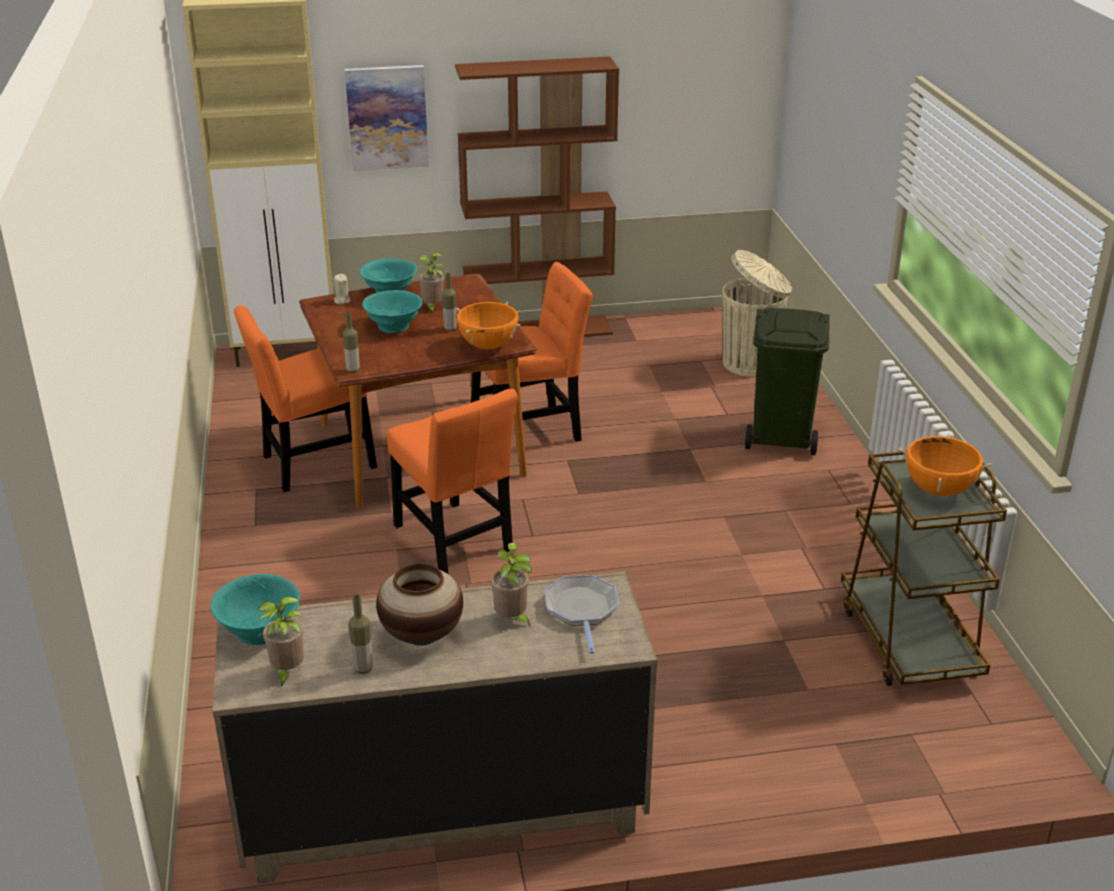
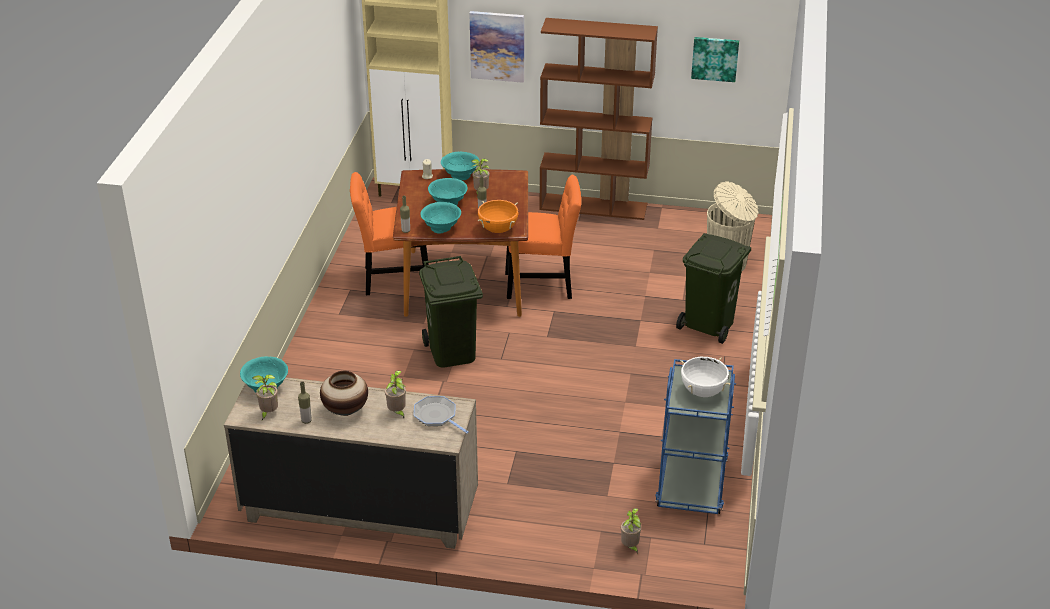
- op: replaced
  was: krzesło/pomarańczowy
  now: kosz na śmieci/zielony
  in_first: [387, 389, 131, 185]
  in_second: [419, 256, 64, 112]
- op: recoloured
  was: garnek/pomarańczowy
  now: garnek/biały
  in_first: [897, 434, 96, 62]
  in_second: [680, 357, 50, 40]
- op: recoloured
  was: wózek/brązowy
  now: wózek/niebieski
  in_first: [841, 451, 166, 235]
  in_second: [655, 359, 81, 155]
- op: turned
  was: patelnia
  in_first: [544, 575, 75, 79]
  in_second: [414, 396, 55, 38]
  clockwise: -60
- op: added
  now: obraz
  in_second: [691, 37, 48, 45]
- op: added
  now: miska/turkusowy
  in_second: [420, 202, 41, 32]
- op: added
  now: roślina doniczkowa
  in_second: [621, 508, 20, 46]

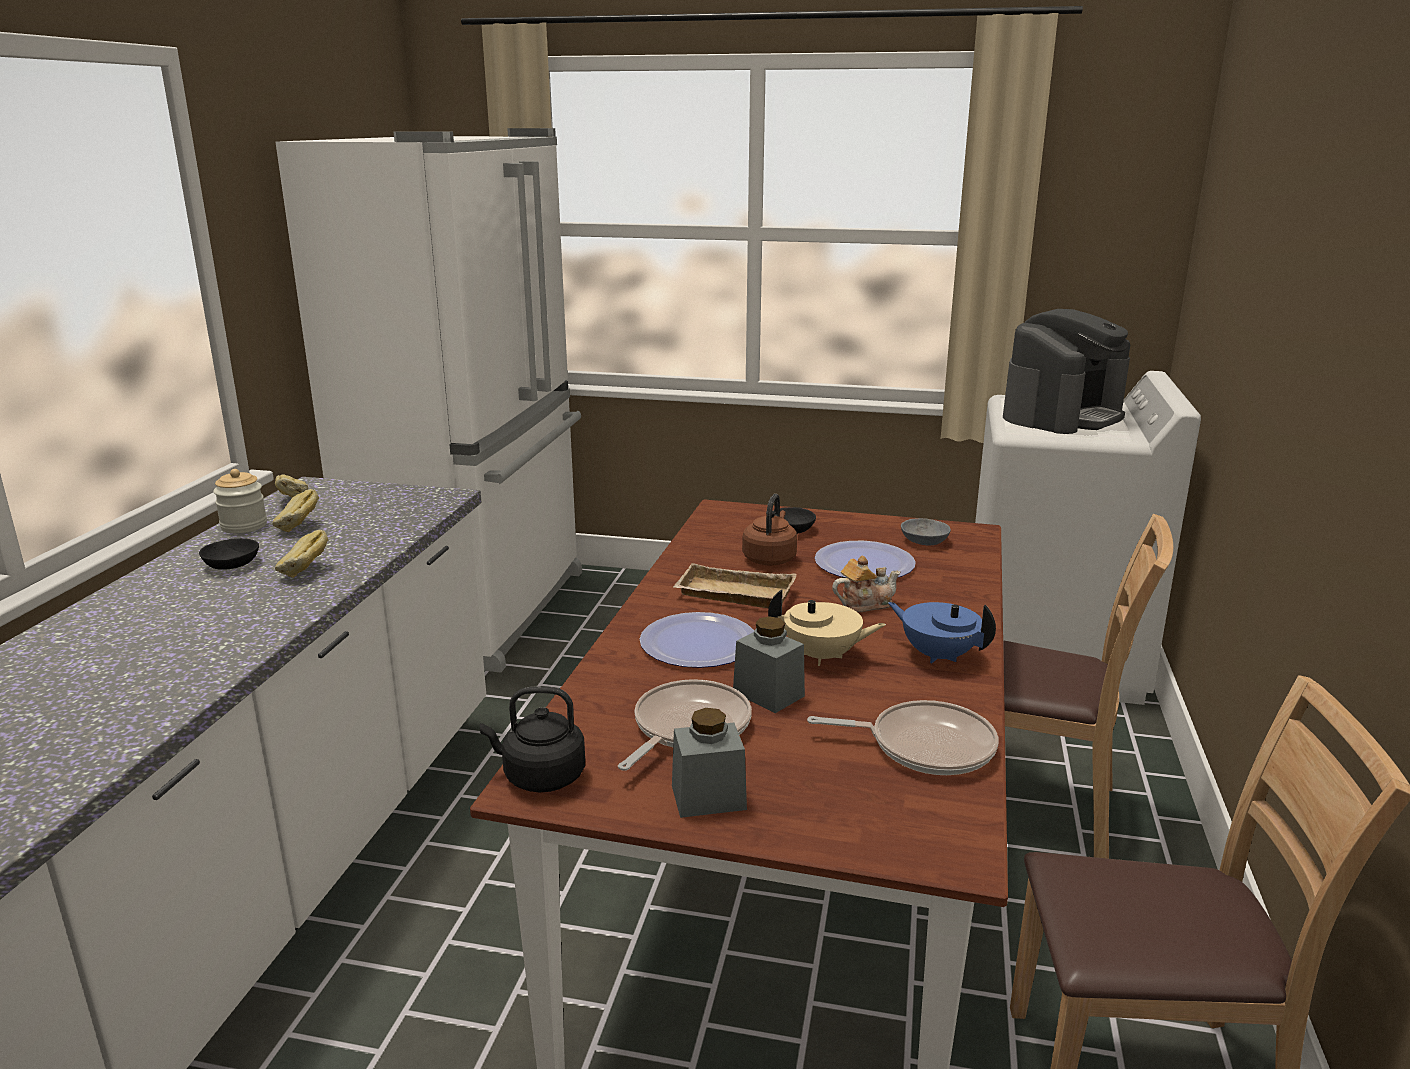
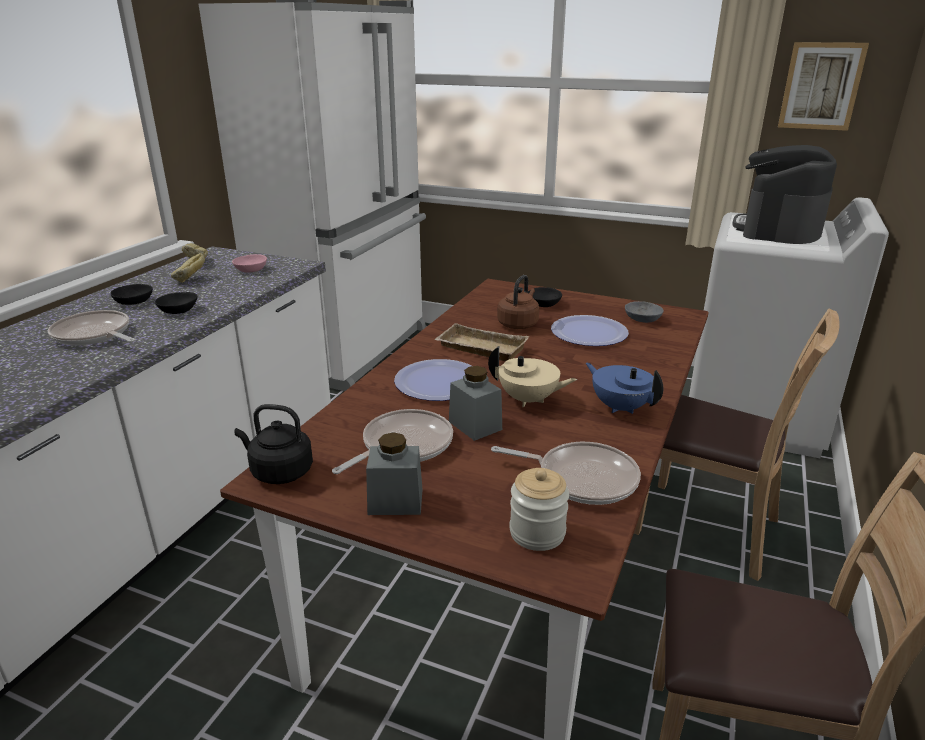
- op: turned
  was: ekspres do kawy
  in_first: [1003, 309, 127, 125]
  in_second: [732, 145, 105, 99]
  clockwise: 150
- op: moved
  was: słoik
  in_first: [213, 469, 54, 64]
  in_second: [509, 468, 60, 83]
- op: replaced
  was: chleb
  now: miska/czarny
  in_first: [275, 530, 54, 48]
  in_second: [155, 292, 43, 22]
- op: removed
  was: imbryk
  in_first: [832, 556, 69, 56]
- op: added
  now: obraz
  in_second: [778, 42, 91, 89]
- op: added
  now: miska/różowy
  in_second: [232, 254, 35, 19]
- op: added
  now: patelnia
  in_second: [48, 310, 88, 36]

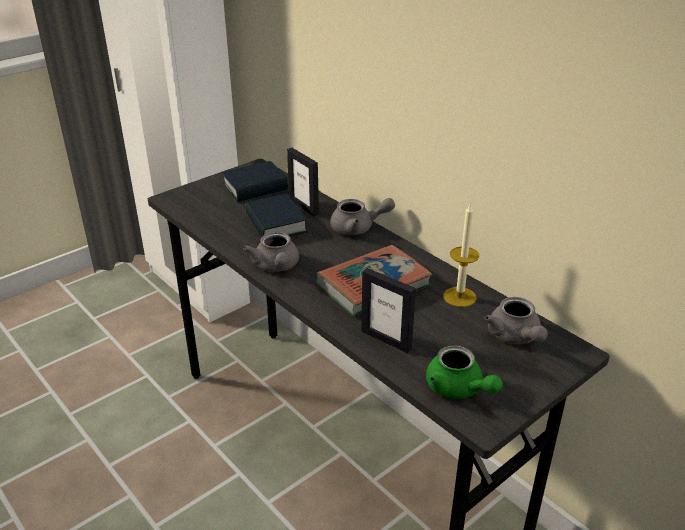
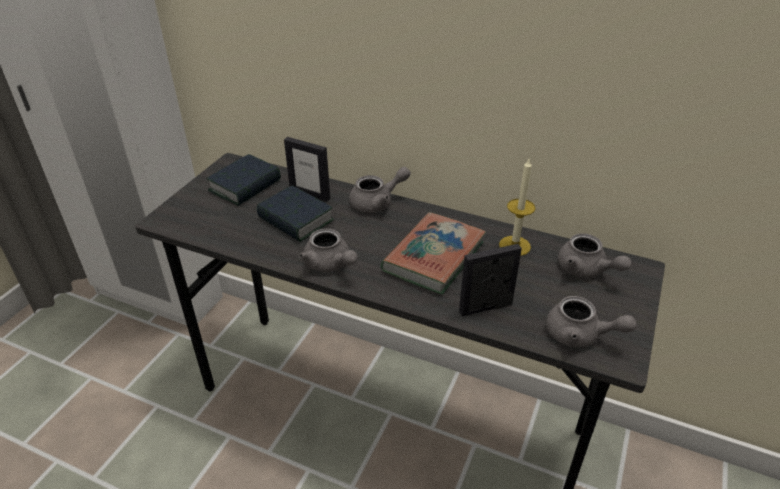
- op: turned
  was: ramka na zdjęcie
  in_first: [361, 268, 55, 85]
  in_second: [459, 244, 63, 72]
  clockwise: 150
- op: recoloured
  was: imbryk/zielony
  now: imbryk/szary
  in_first: [426, 345, 77, 54]
  in_second: [546, 296, 90, 51]

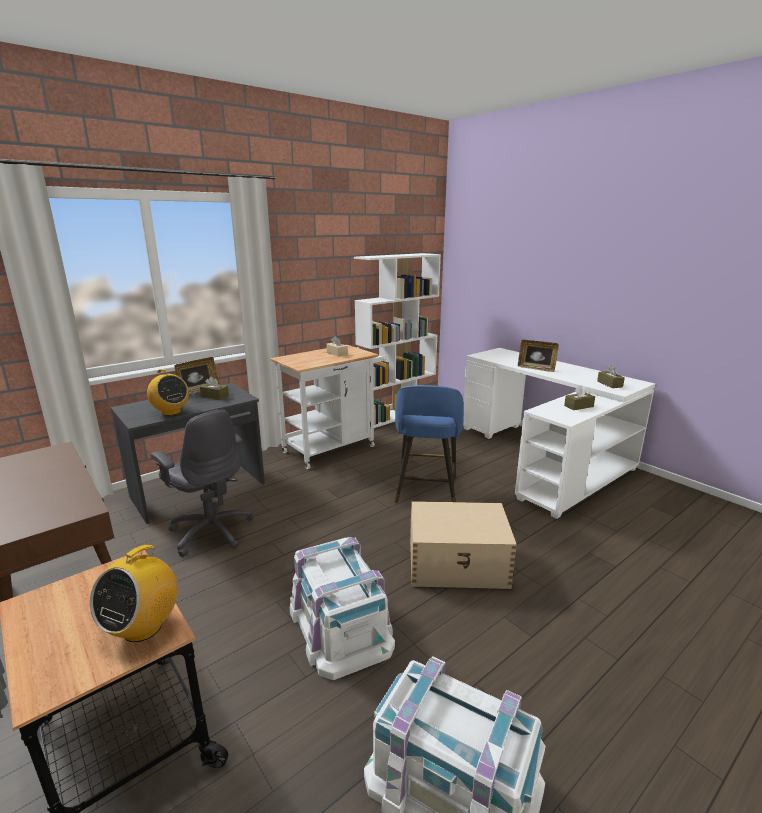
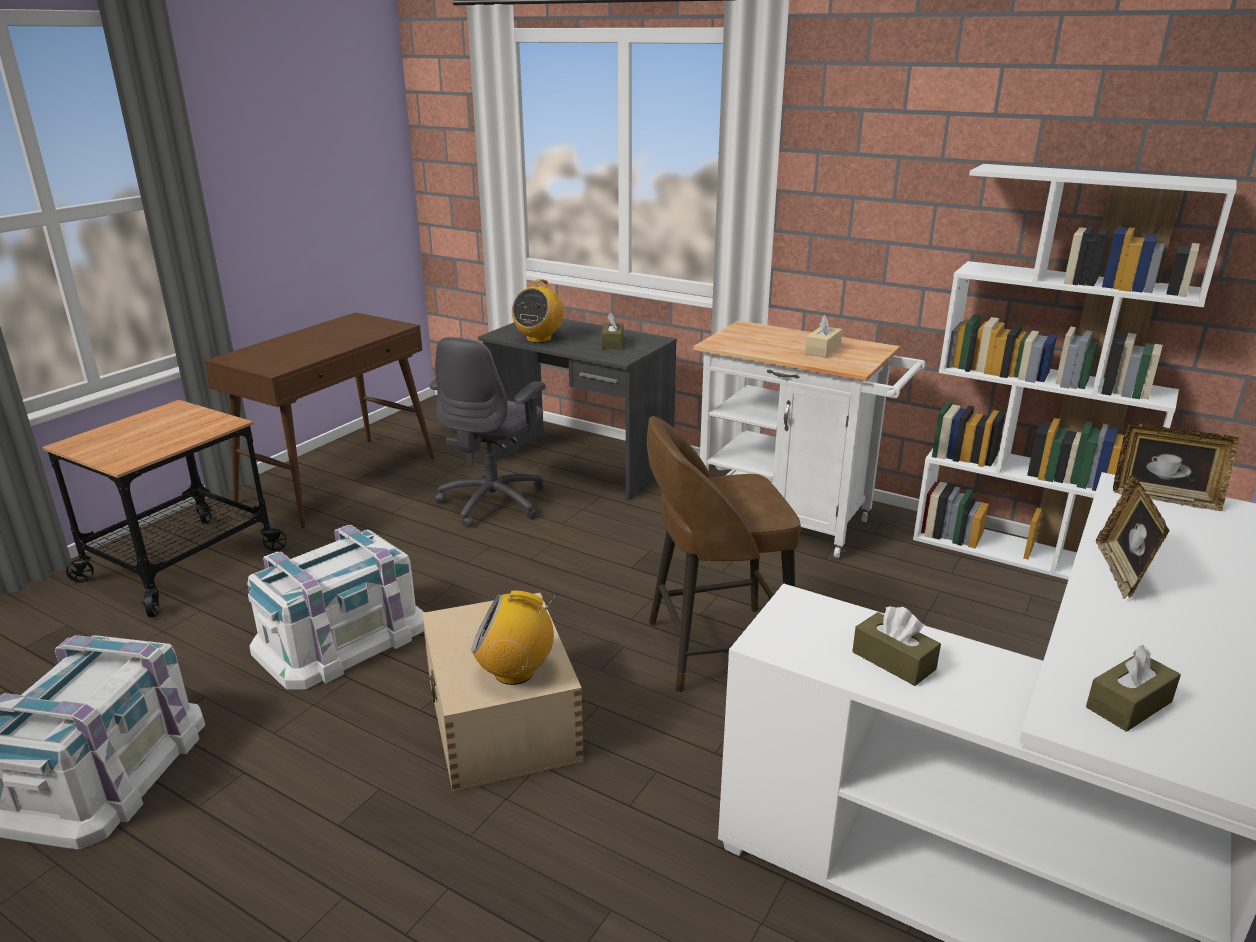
- op: moved
  was: ramka na zdjęcie
  in_first: [174, 357, 46, 37]
  in_second: [1113, 423, 126, 88]
- op: recoloured
  was: stołek/niebieski
  now: stołek/brązowy
  in_first: [395, 385, 69, 118]
  in_second: [647, 416, 154, 277]
- op: moved
  was: radio
  in_first: [90, 541, 88, 101]
  in_second: [471, 591, 86, 94]

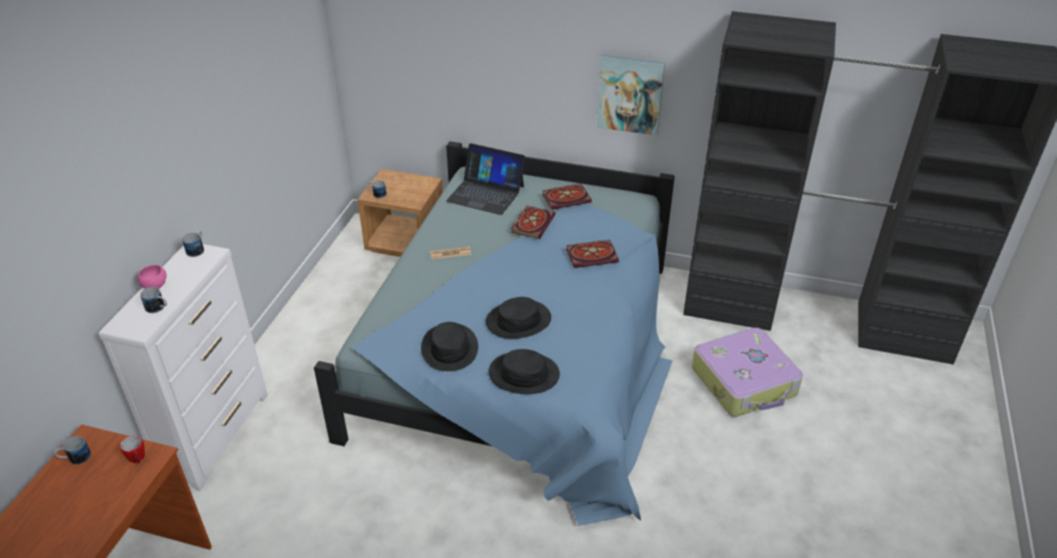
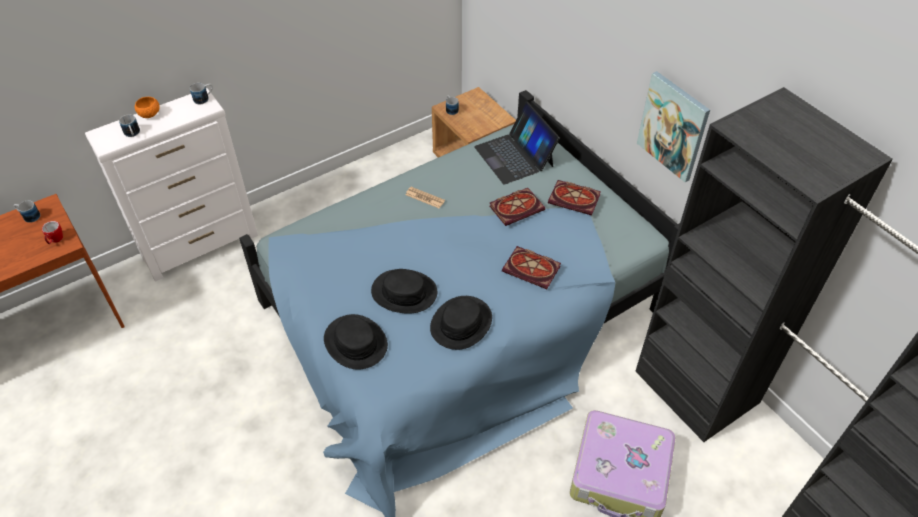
- op: recoloured
  was: miska/różowy
  now: miska/pomarańczowy
  in_first: [138, 265, 29, 24]
  in_second: [135, 97, 25, 21]
- op: moved
  was: kapelusz/czarny
  in_first: [421, 322, 57, 49]
  in_second: [430, 296, 62, 54]

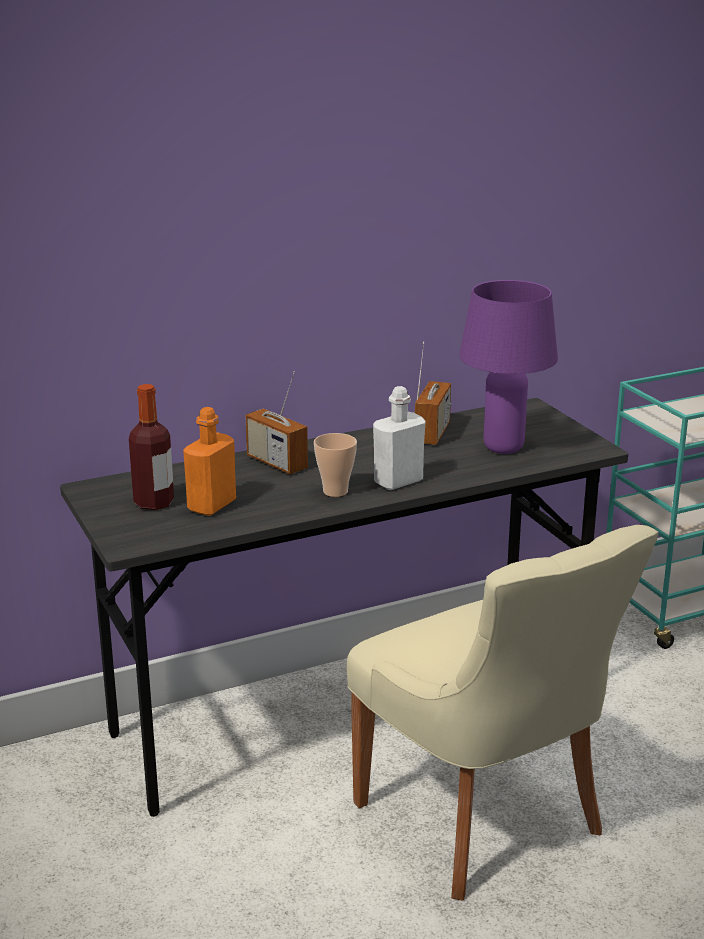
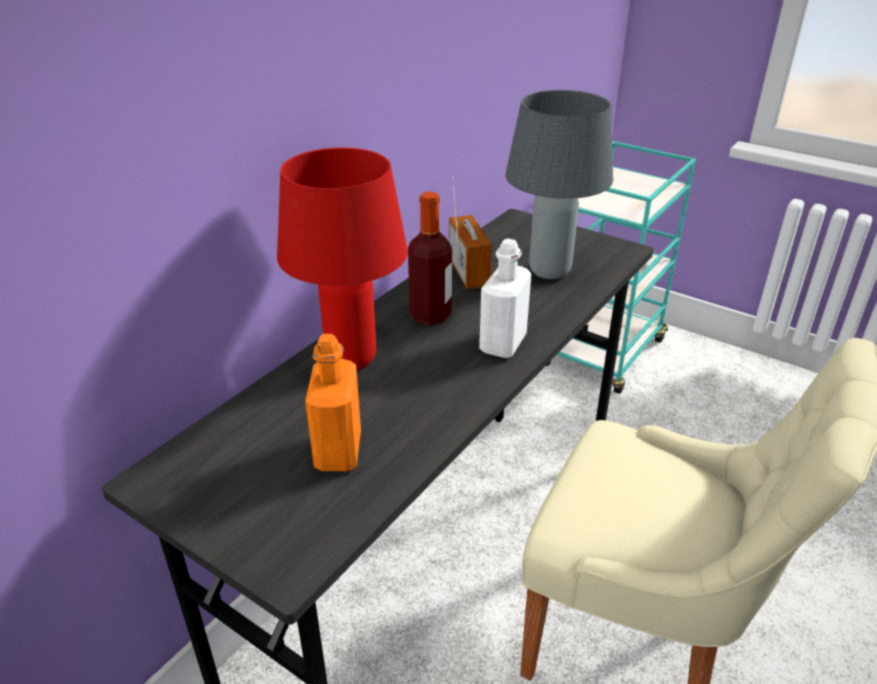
- op: recoloured
  was: lampa stołowa/fioletowy
  now: lampa stołowa/szary
  in_first: [459, 280, 99, 174]
  in_second: [505, 90, 108, 189]
- op: replaced
  was: radio
  now: lampa stołowa/czerwony
  in_first: [245, 371, 63, 103]
  in_second: [277, 148, 131, 222]
- op: moved
  was: butelka
  in_first: [129, 384, 45, 126]
  in_second: [408, 191, 44, 134]
- op: removed
  was: filiżanka
  in_first: [314, 433, 43, 64]

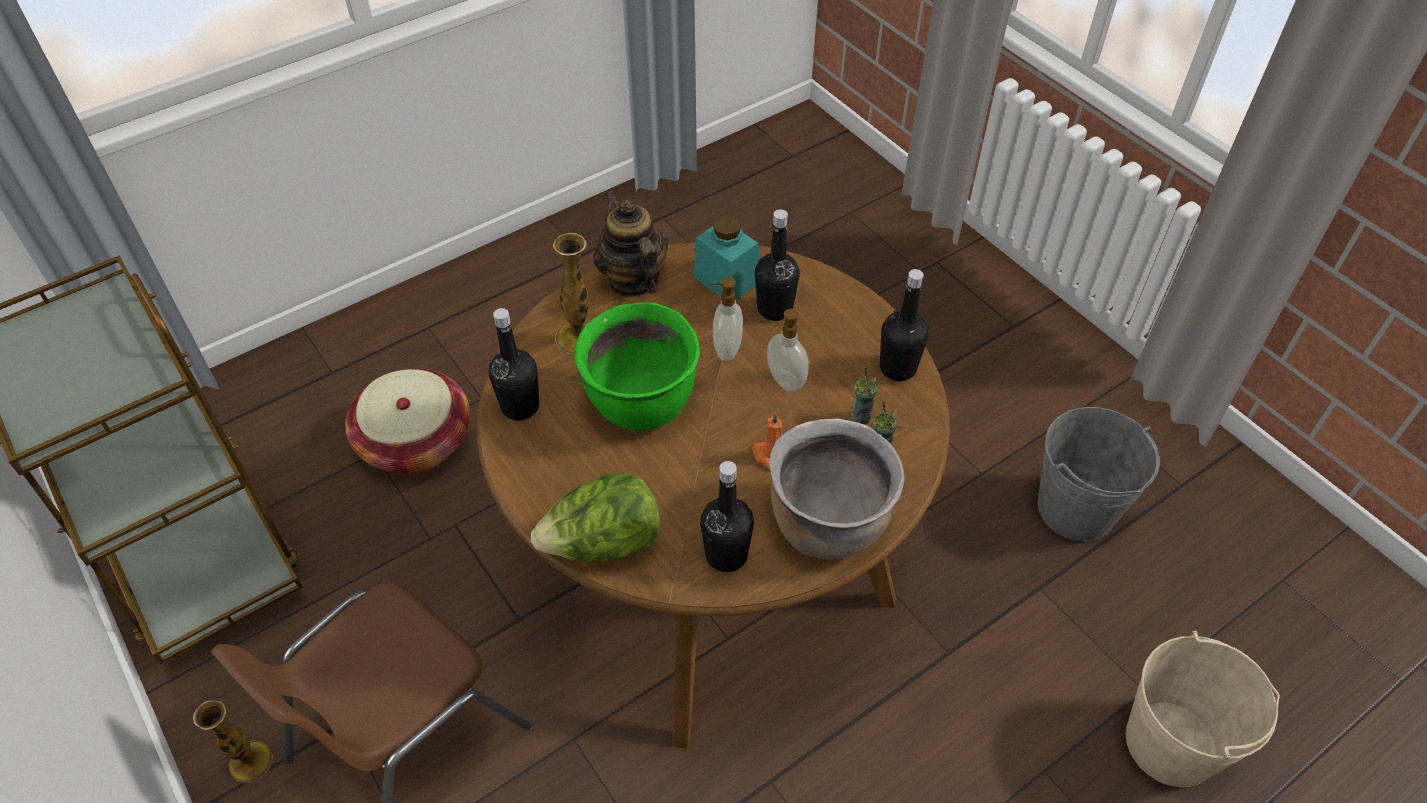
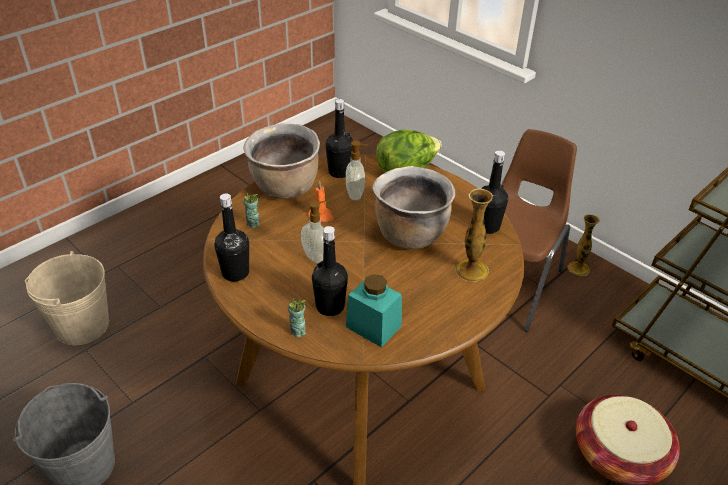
- op: removed
  was: imbryk
  in_first: [593, 191, 75, 106]
- op: moved
  was: dozownik mydła
  in_first: [709, 277, 34, 84]
  in_second: [346, 141, 22, 59]
- op: recoloured
  was: garnek/zielony
  now: garnek/brązowy
  in_first: [575, 302, 125, 129]
  in_second: [372, 166, 83, 83]
- op: moved
  was: filiżanka
  in_first: [851, 367, 26, 58]
  in_second: [288, 297, 18, 41]

